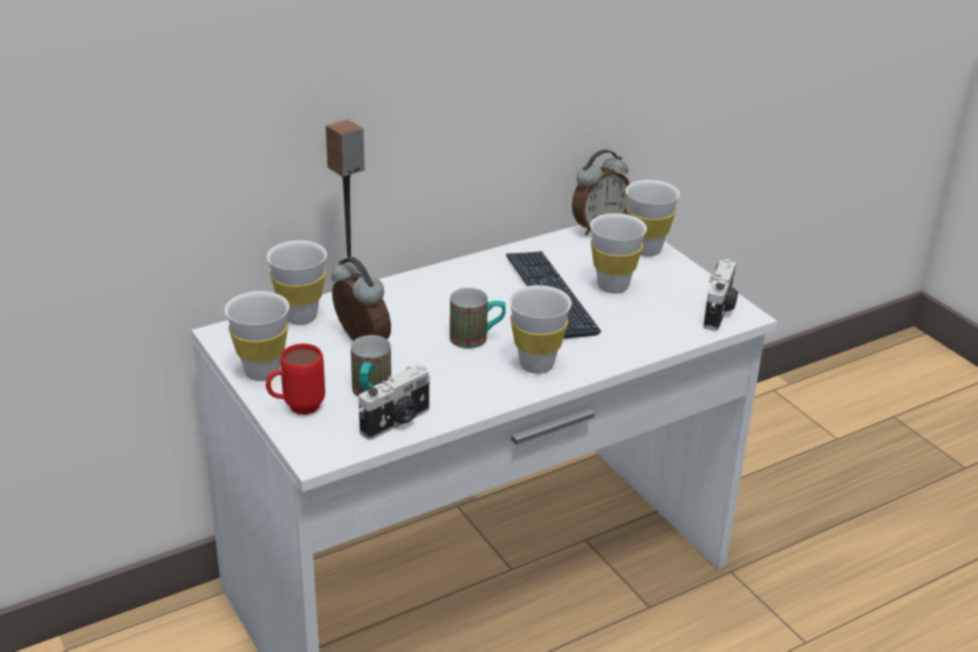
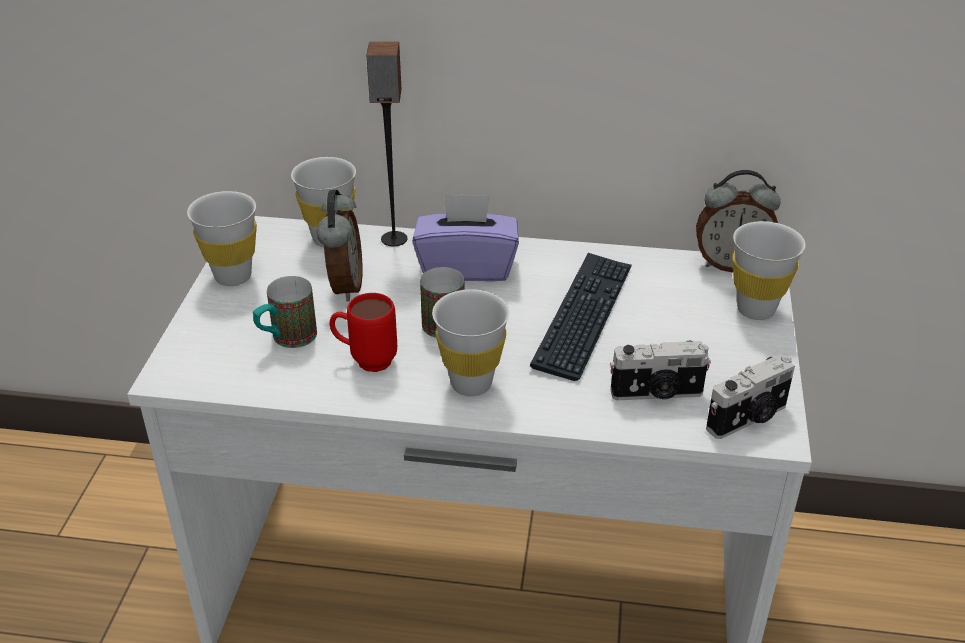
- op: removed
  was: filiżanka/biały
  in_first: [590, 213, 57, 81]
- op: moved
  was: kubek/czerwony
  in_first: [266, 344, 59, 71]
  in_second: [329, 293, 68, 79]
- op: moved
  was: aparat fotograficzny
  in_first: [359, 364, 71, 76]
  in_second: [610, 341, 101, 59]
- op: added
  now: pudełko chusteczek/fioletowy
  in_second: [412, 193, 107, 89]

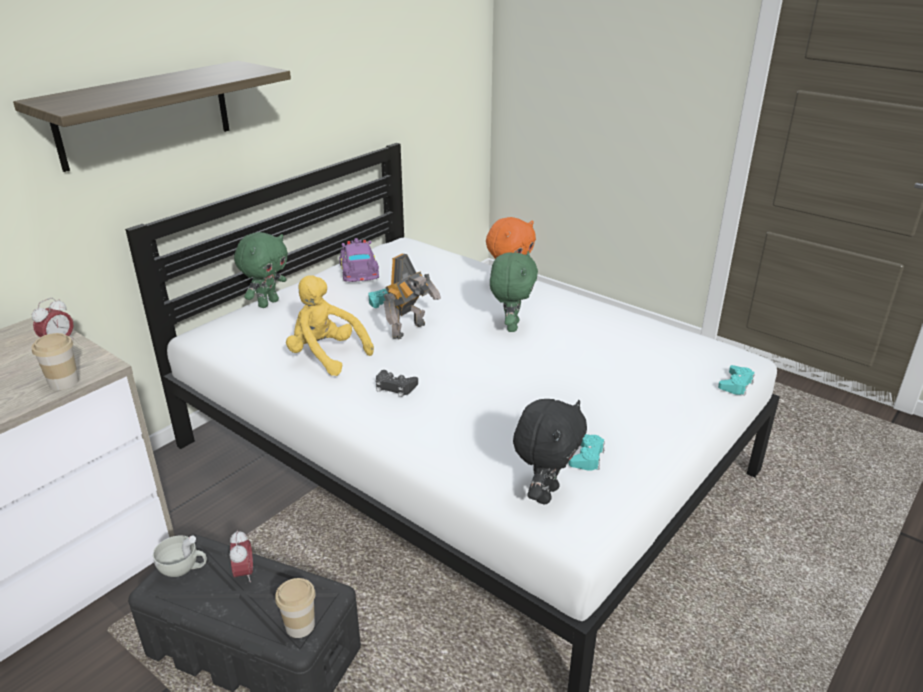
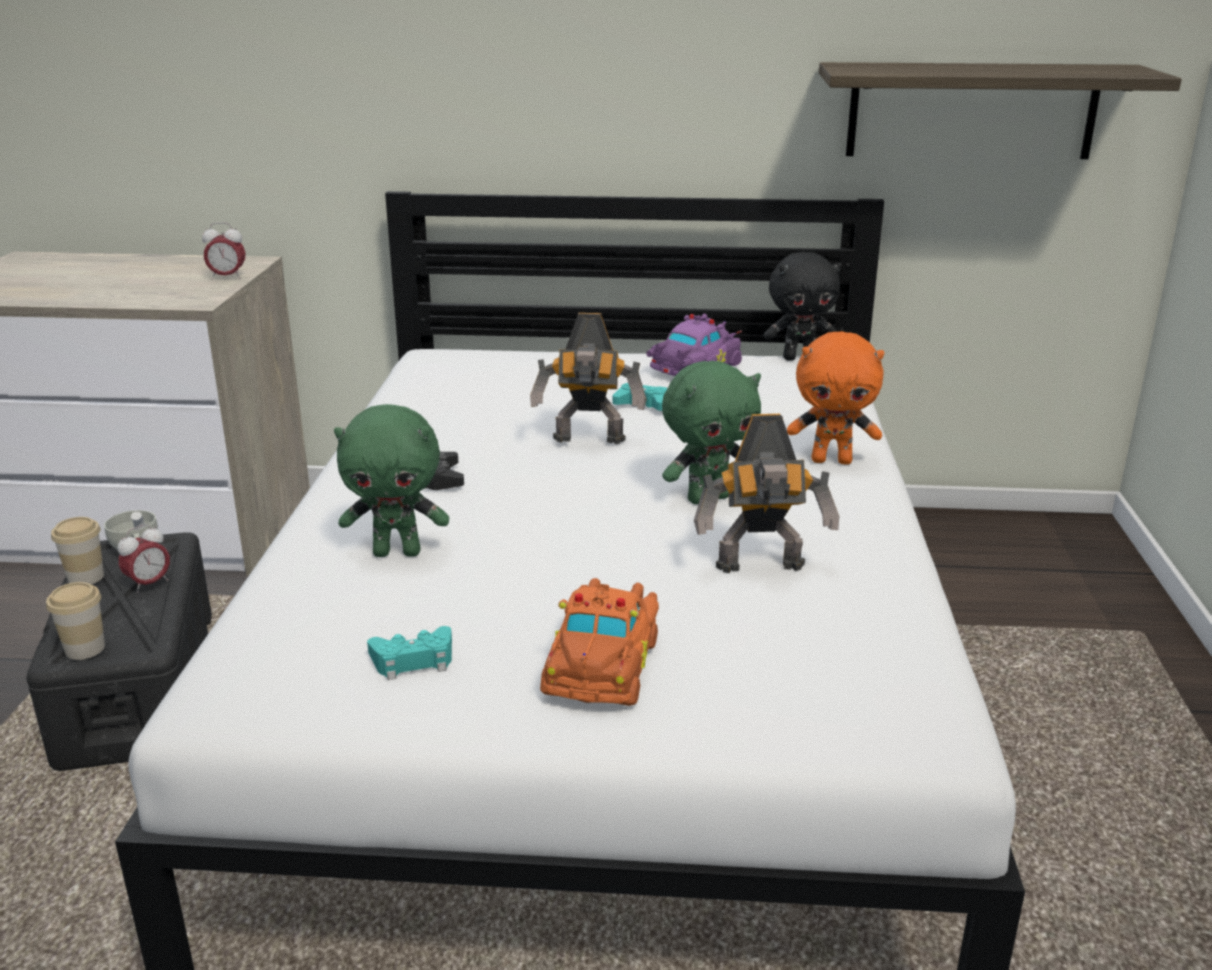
- op: moved
  was: półka
  in_first: [13, 61, 278, 111]
  in_second: [819, 62, 363, 97]
- op: moved
  was: pluszak/zielony
  in_first: [234, 232, 54, 76]
  in_second: [334, 404, 115, 153]
- op: removed
  was: pluszak/żółty
  in_first: [286, 275, 88, 101]
- op: moved
  was: filiżanka
  in_first: [32, 333, 47, 57]
  in_second: [51, 517, 53, 67]
- op: removed
  was: pad do gier/turkusowy
  in_first: [718, 365, 37, 31]
- op: moved
  was: pluszak/czarny
  in_first: [513, 399, 74, 105]
  in_second: [764, 252, 78, 109]
- op: added
  now: robot zabawkowy
  in_second: [694, 414, 145, 159]
- op: added
  now: samochodzik/pomarańczowy
  in_second: [540, 578, 119, 128]

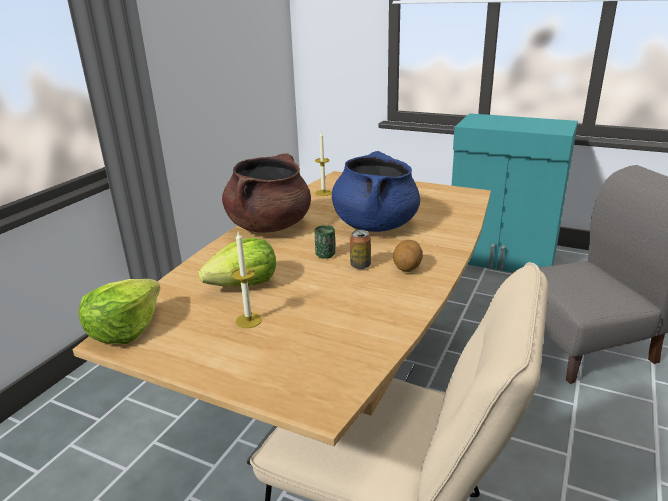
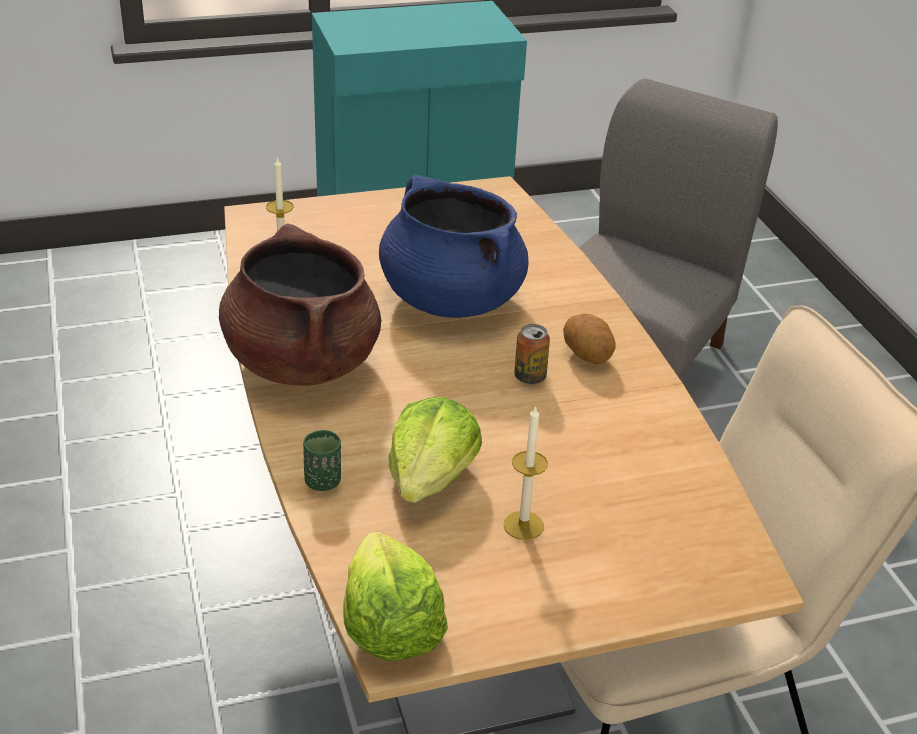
- op: moved
  was: filiżanka/zielony
  in_first: [314, 225, 21, 34]
  in_second: [303, 430, 38, 61]

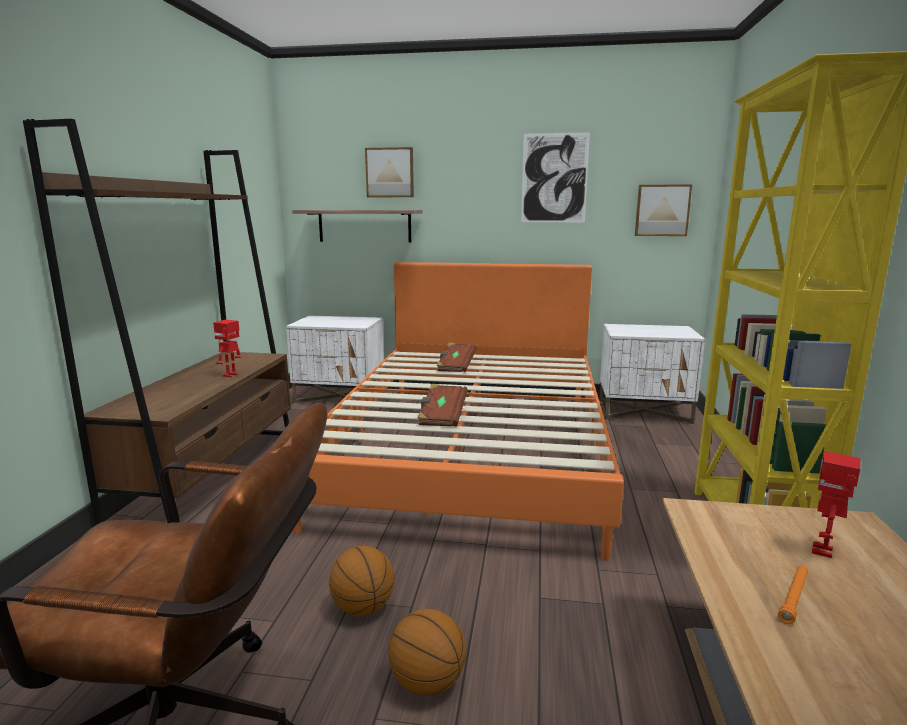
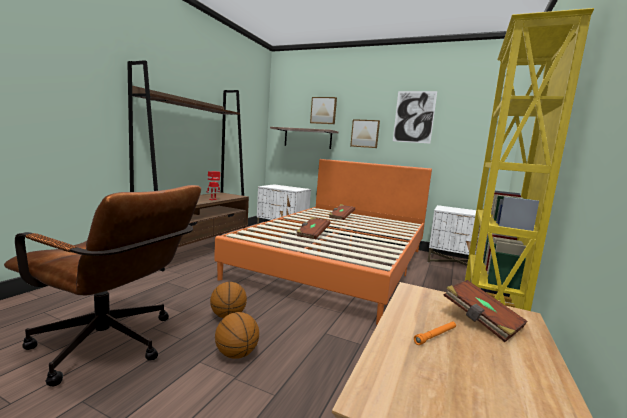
- op: moved
  was: obraz
  in_first: [635, 184, 57, 52]
  in_second: [350, 119, 30, 29]
- op: replaced
  was: robot zabawkowy
  now: książka/brązowy
  in_first: [812, 451, 48, 107]
  in_second: [443, 280, 84, 62]

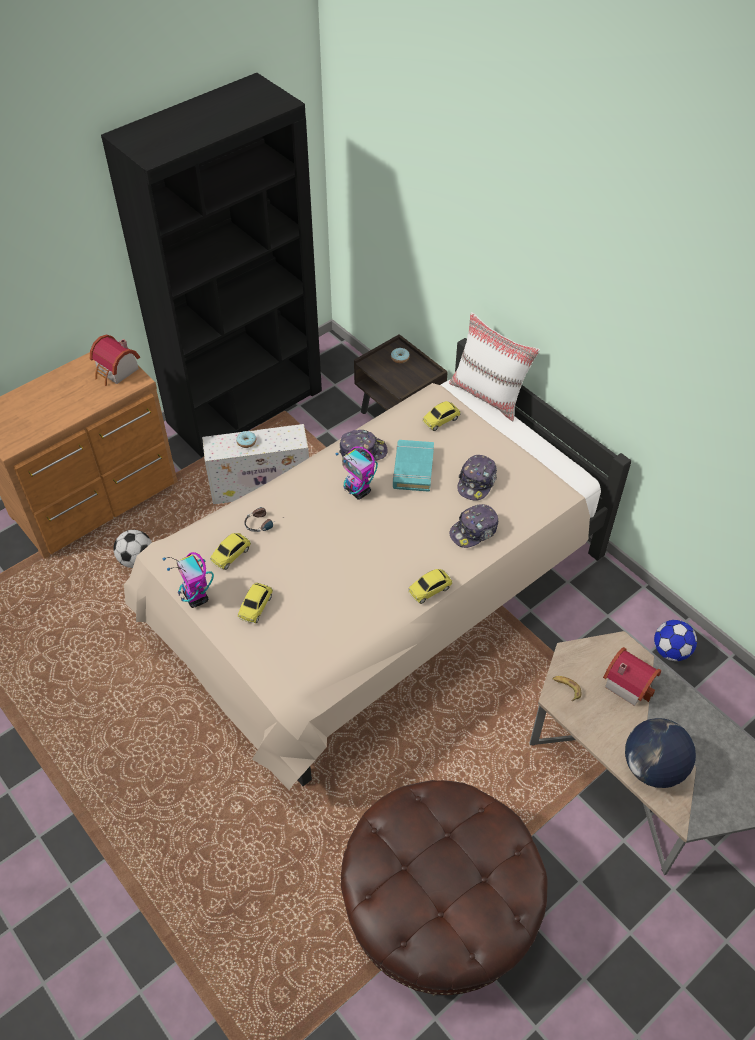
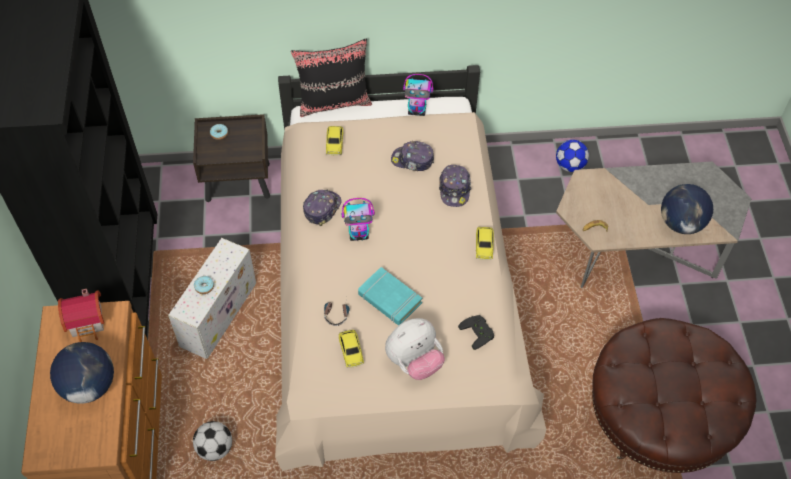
- op: recoloured
  was: poduszka/biały
  now: poduszka/czarny
  in_first: [449, 312, 91, 109]
  in_second: [291, 39, 81, 78]
- op: moved
  was: książka/turkusowy
  in_first: [393, 440, 41, 52]
  in_second: [358, 267, 64, 58]
- op: turned
  was: czapka z daszkiem
  in_first: [457, 455, 40, 46]
  in_second: [391, 141, 43, 30]
  clockwise: 135
- op: moved
  was: robot zabawkowy
  in_first: [163, 552, 51, 56]
  in_second: [403, 74, 30, 42]
- op: replaced
  was: samochodzik
  now: pluszak
  in_first: [238, 583, 35, 40]
  in_second: [385, 318, 60, 62]
- op: removed
  was: domek
  in_first: [603, 647, 58, 59]
- op: added
  now: pad do gier/czarny
  in_second: [458, 315, 36, 35]
- op: added
  now: globus
  in_second: [50, 342, 64, 62]

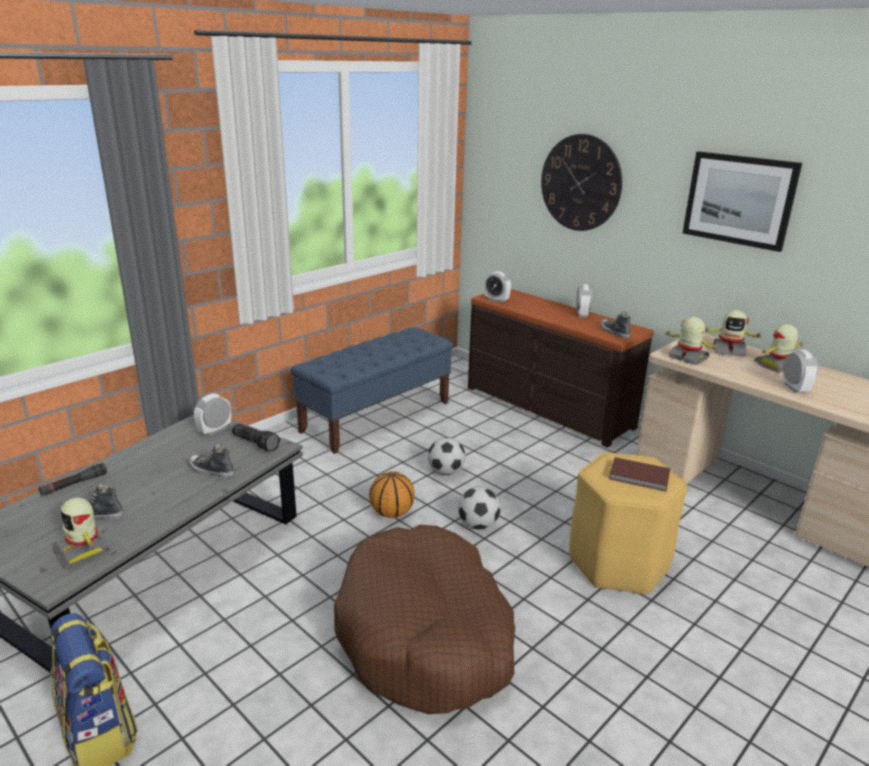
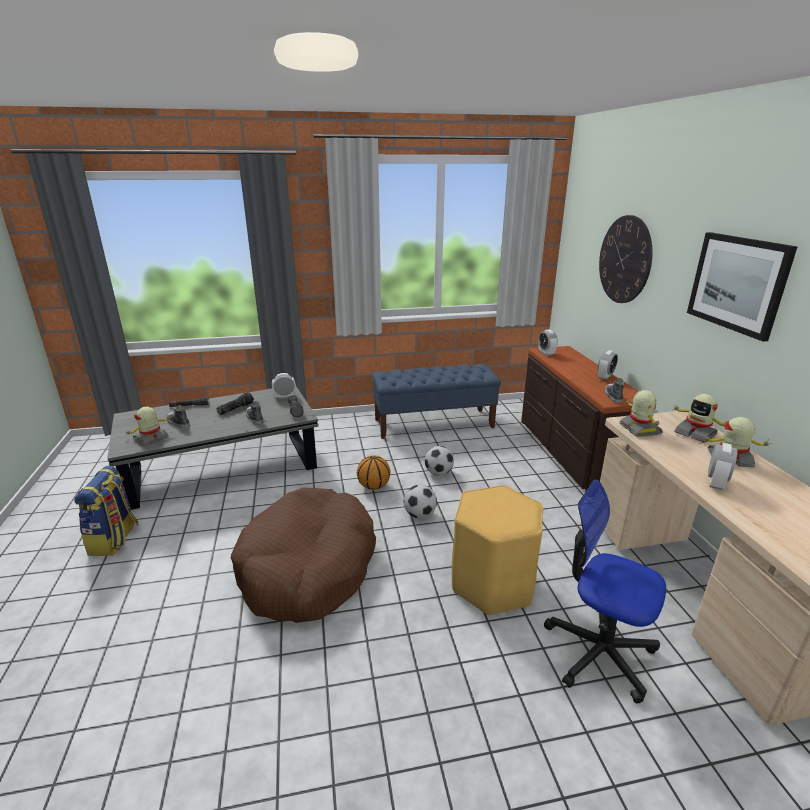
- op: removed
  was: książka/brązowy
  in_first: [609, 457, 61, 35]
- op: turned
  was: robot zabawkowy
  in_first: [53, 498, 58, 71]
  in_second: [124, 407, 48, 39]
  clockwise: 45
- op: added
  now: latarka
  in_second: [216, 392, 38, 23]
- op: added
  now: krzesło biurowe
  in_second: [544, 479, 122, 224]

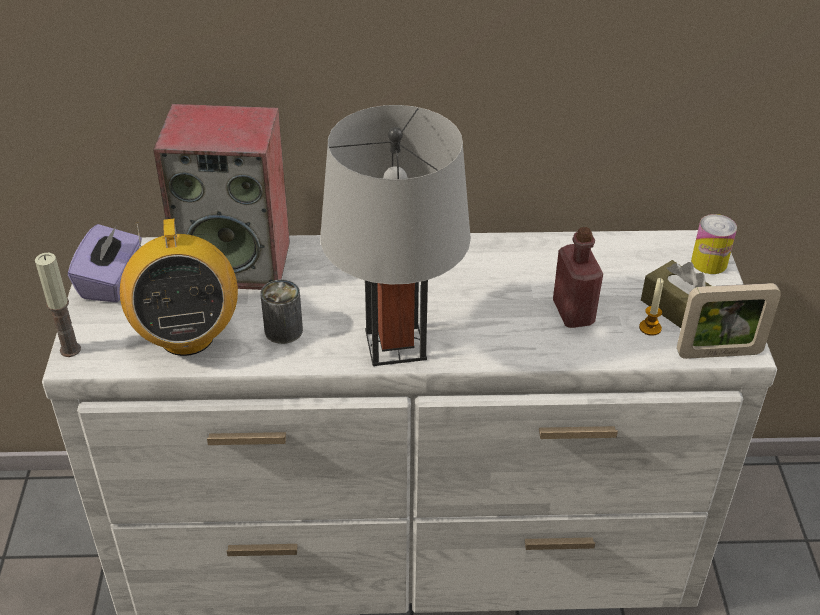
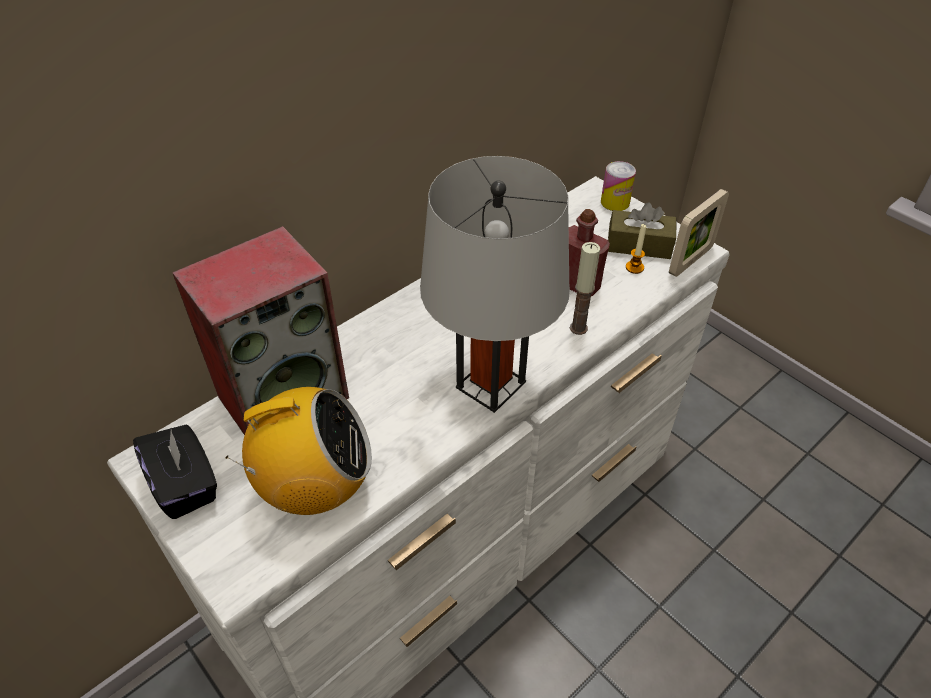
- op: turned
  was: radio
  in_first: [120, 218, 118, 138]
  in_second: [226, 387, 146, 128]
  clockwise: -45
- op: recoloured
  was: pudełko chusteczek/fioletowy
  now: pudełko chusteczek/czarny
  in_first: [68, 224, 74, 79]
  in_second: [133, 425, 84, 94]
- op: moved
  was: świeca
  in_first: [35, 253, 46, 104]
  in_second: [570, 242, 30, 93]
- op: removed
  was: puszka
  in_first: [260, 279, 43, 65]

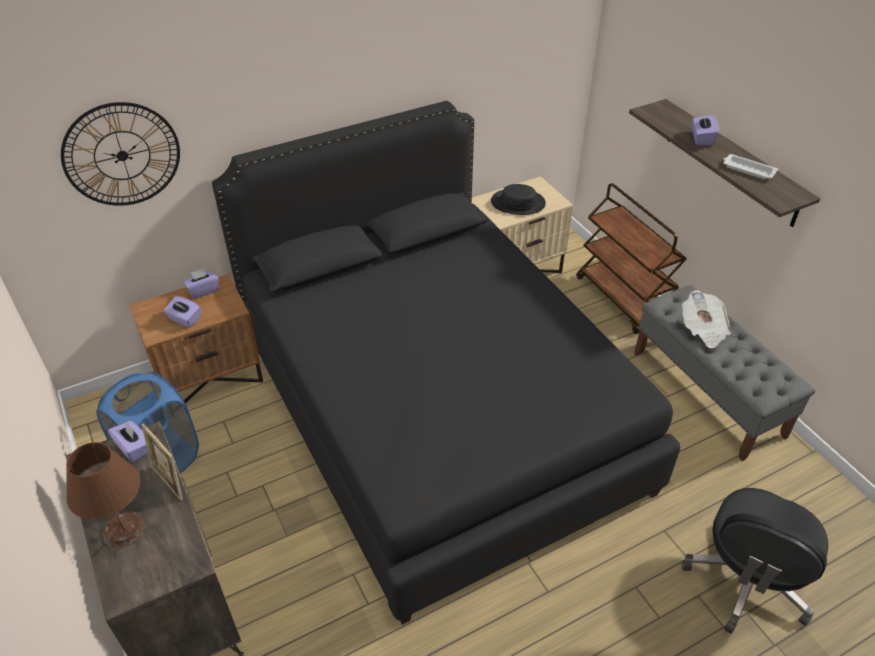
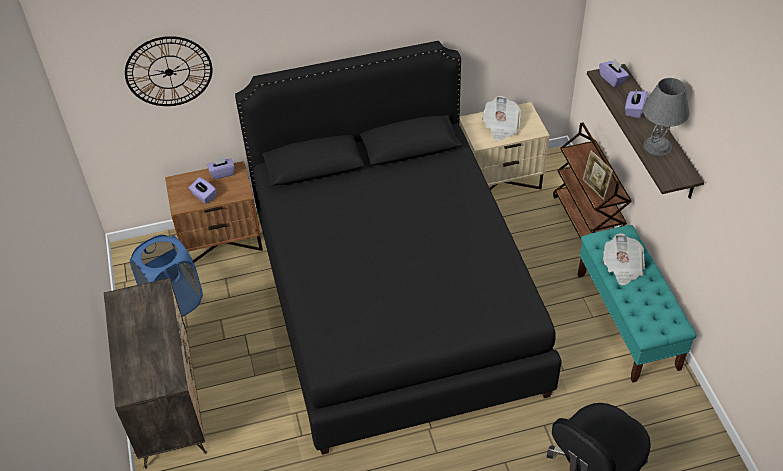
- op: replaced
  was: taca/biały
  now: lampa stołowa/szary
  in_first: [723, 154, 55, 25]
  in_second: [643, 78, 46, 78]
- op: replaced
  was: kapelusz/czarny
  now: gazeta
  in_first: [491, 184, 55, 31]
  in_second: [482, 96, 39, 45]
- op: recoloured
  was: ławka/szary
  now: ławka/turkusowy
  in_first: [634, 285, 181, 176]
  in_second: [578, 225, 119, 158]
- op: moved
  was: pudełko chusteczek/fioletowy
  in_first: [108, 421, 40, 41]
  in_second: [599, 59, 30, 28]
- op: moved
  was: ramka na zdjęcie
  in_first: [141, 423, 42, 77]
  in_second: [583, 150, 30, 50]
- op: removed
  was: lampa stołowa/brązowy
  in_first: [66, 442, 80, 106]

